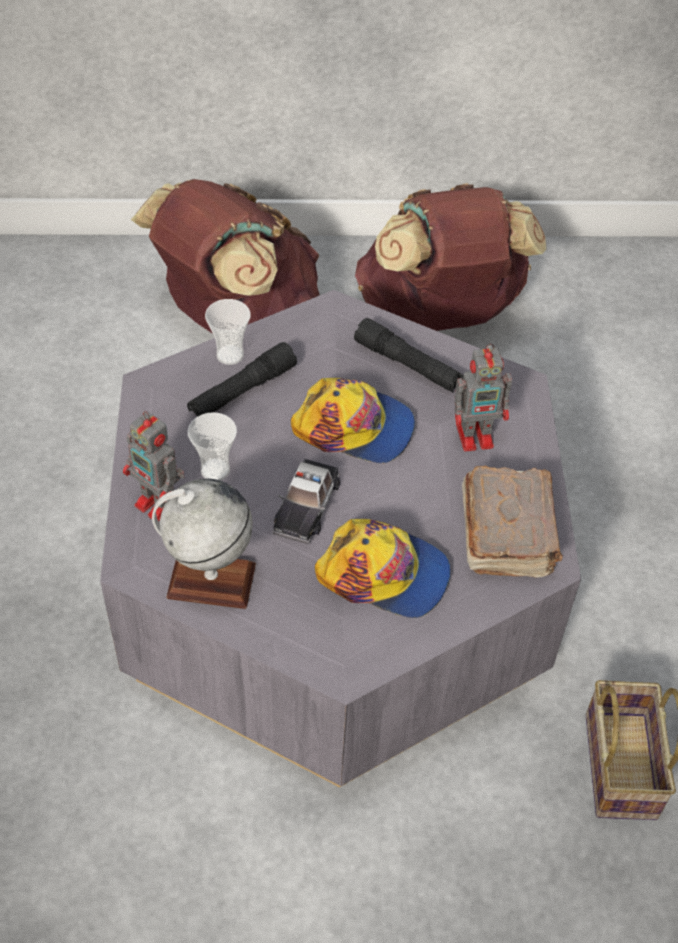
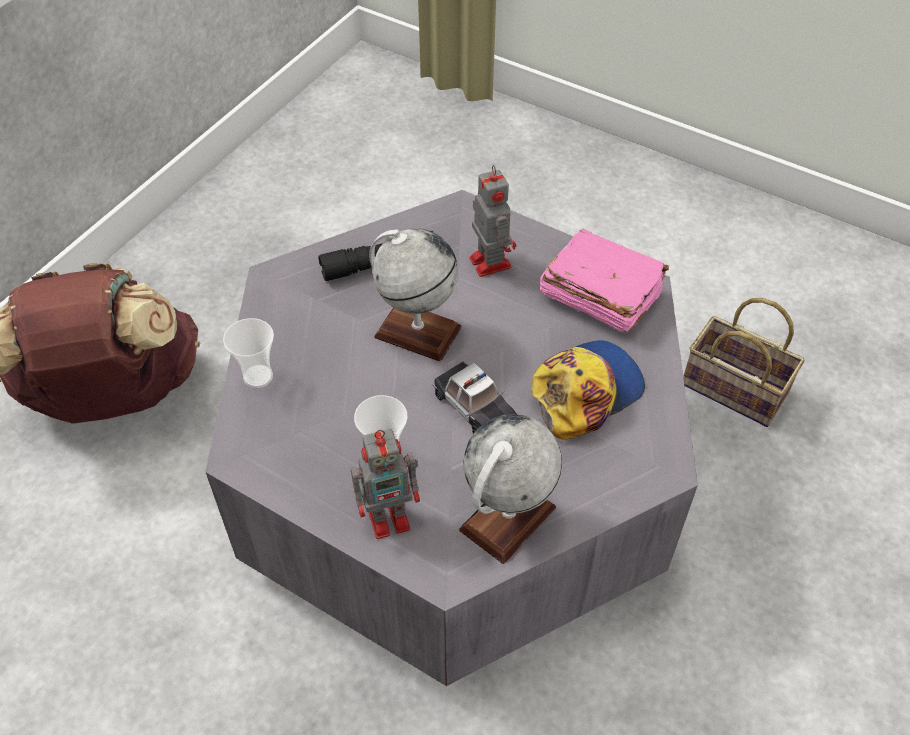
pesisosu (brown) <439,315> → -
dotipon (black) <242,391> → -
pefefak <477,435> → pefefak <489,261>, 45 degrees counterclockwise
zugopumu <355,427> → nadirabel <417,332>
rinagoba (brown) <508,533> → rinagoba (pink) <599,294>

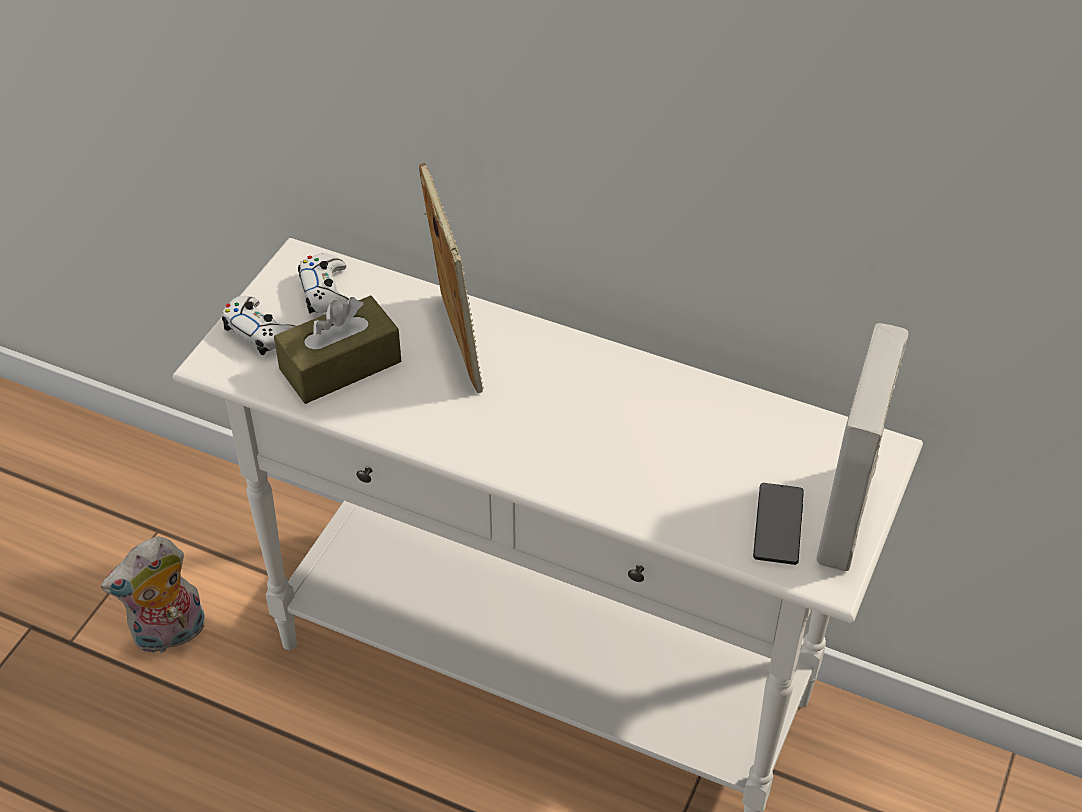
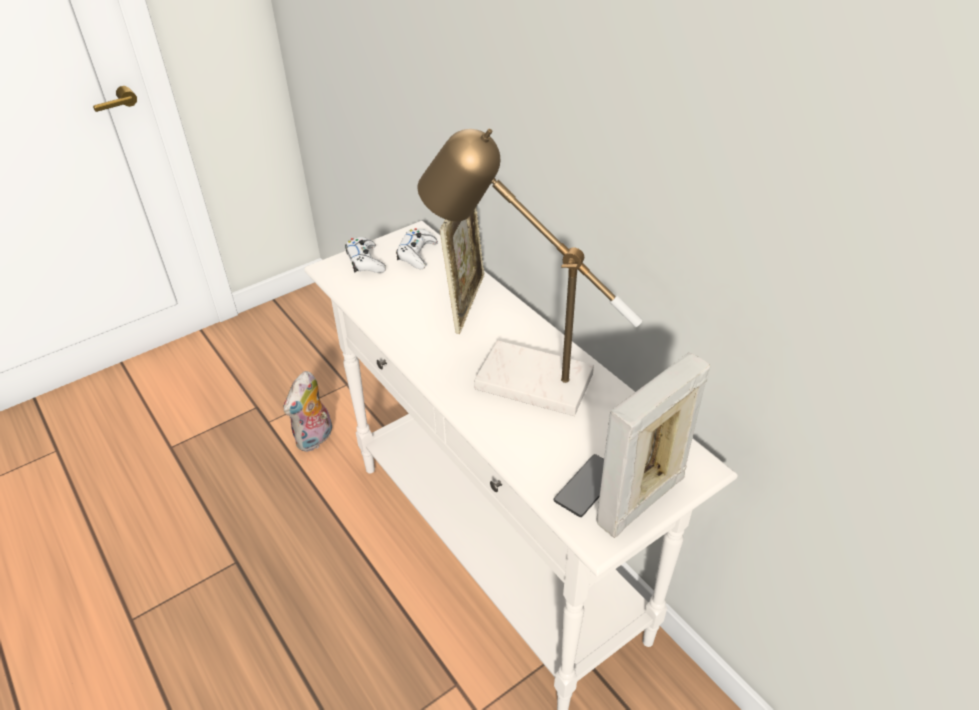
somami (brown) <340,365> → -
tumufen <169,635> → tumufen <315,439>, 60 degrees counterclockwise
- → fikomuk <518,378>

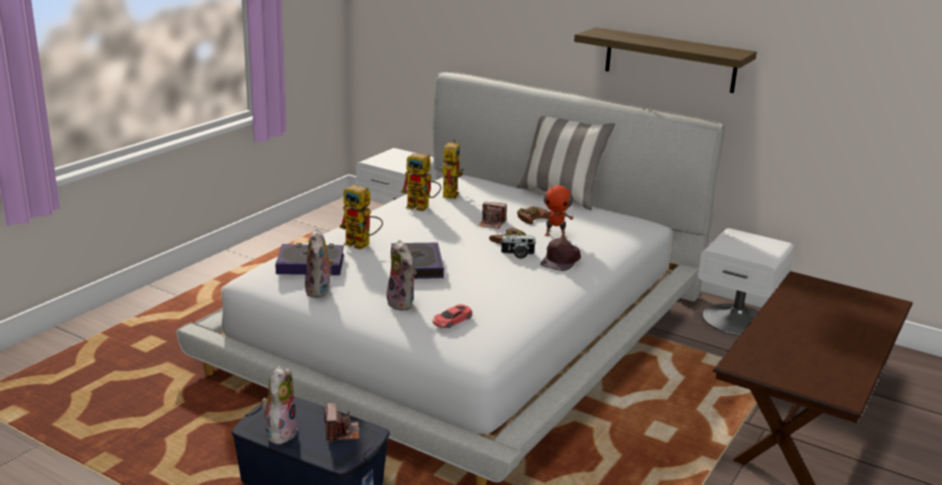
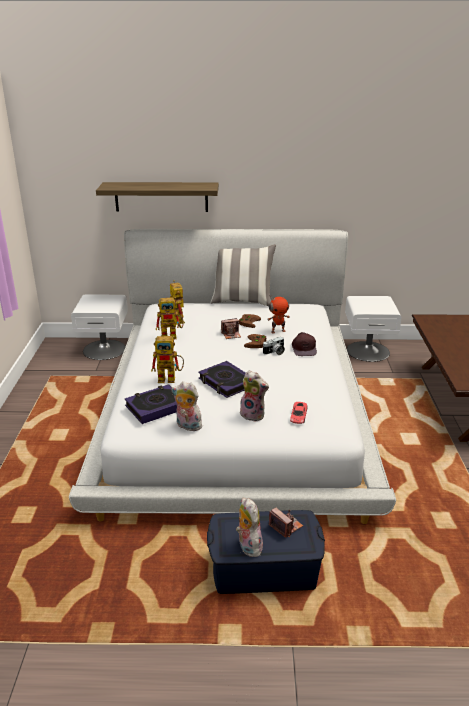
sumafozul <670,60> → sumafozul <161,197>, moved
tumufen <319,291> → tumufen <187,426>, 150 degrees clockwise

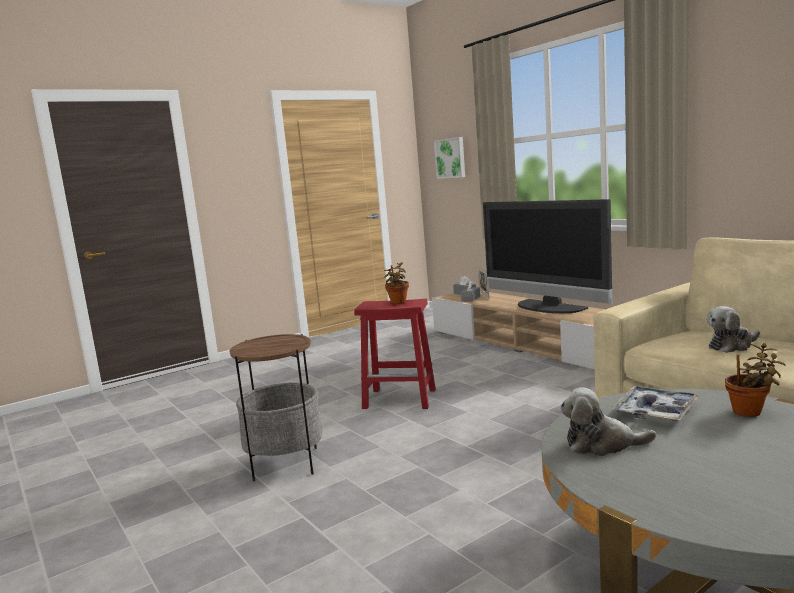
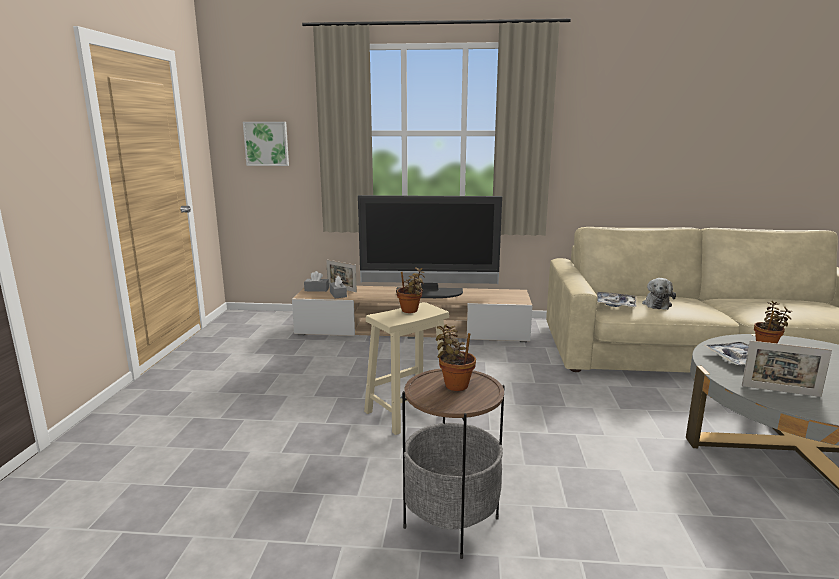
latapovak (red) <401,399> → latapovak (beige) <409,411>
tumufen <601,444> → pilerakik <780,391>
- → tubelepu <615,304>
- → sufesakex <454,384>

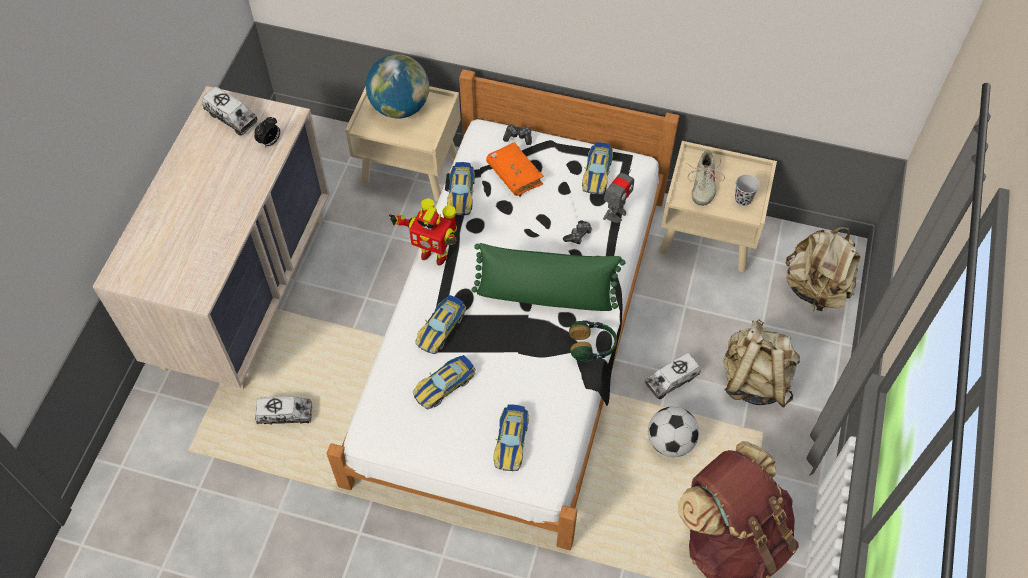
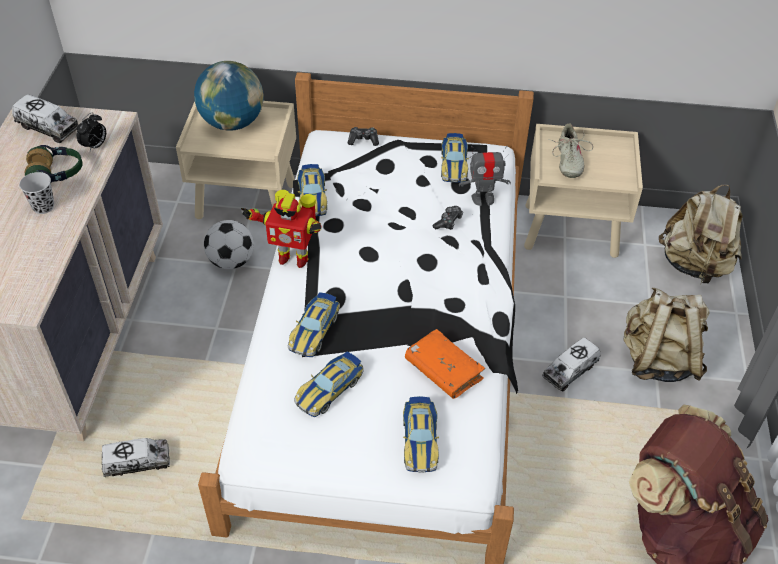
rinagoba (orange) <514,174> → rinagoba (orange) <443,370>, moved
pefefak <616,214> → pefefak <483,199>, 60 degrees clockwise
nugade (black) <743,199> → nugade (black) <43,207>, moved
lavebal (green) <545,295> → -
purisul <592,346> → purisul <57,174>, moved
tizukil <670,442> → tizukil <231,261>, moved

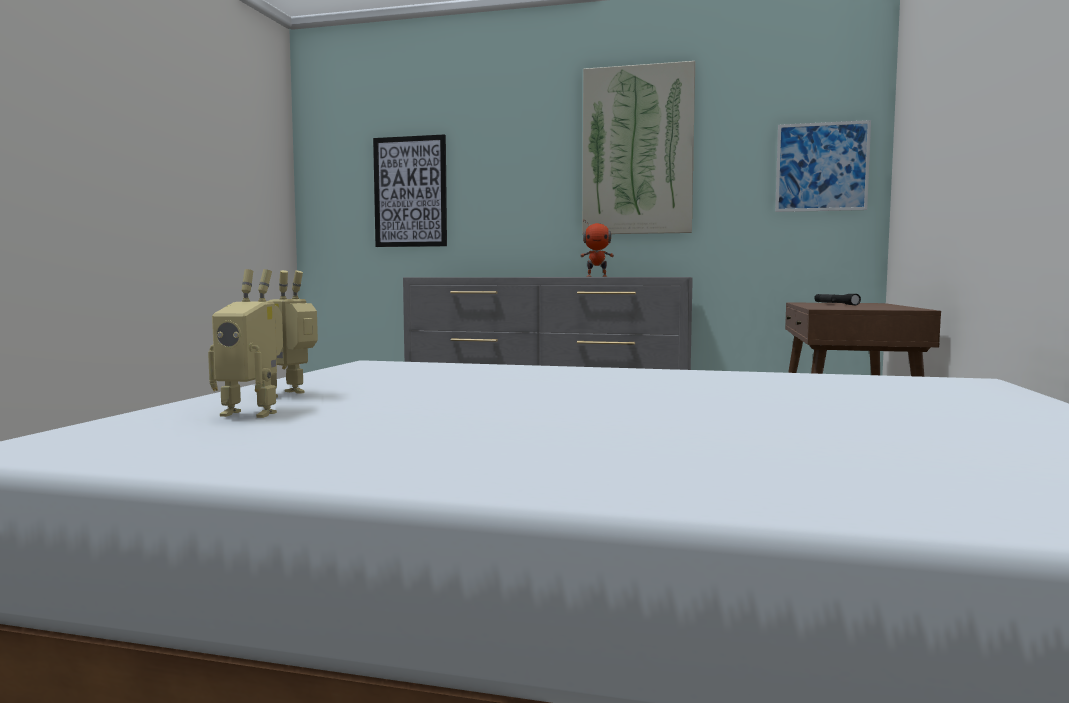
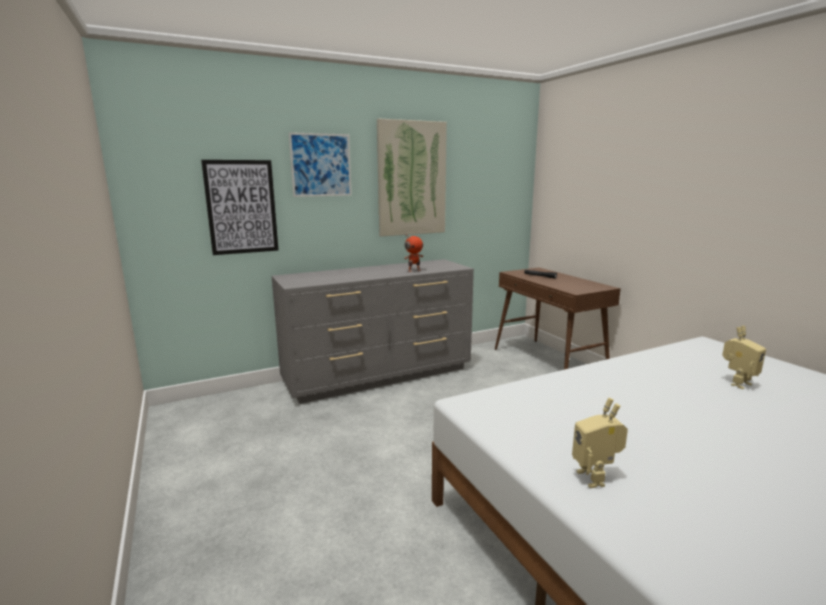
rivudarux <822,167> → rivudarux <321,165>, moved
pefefak <253,412> → pefefak <737,383>, moved

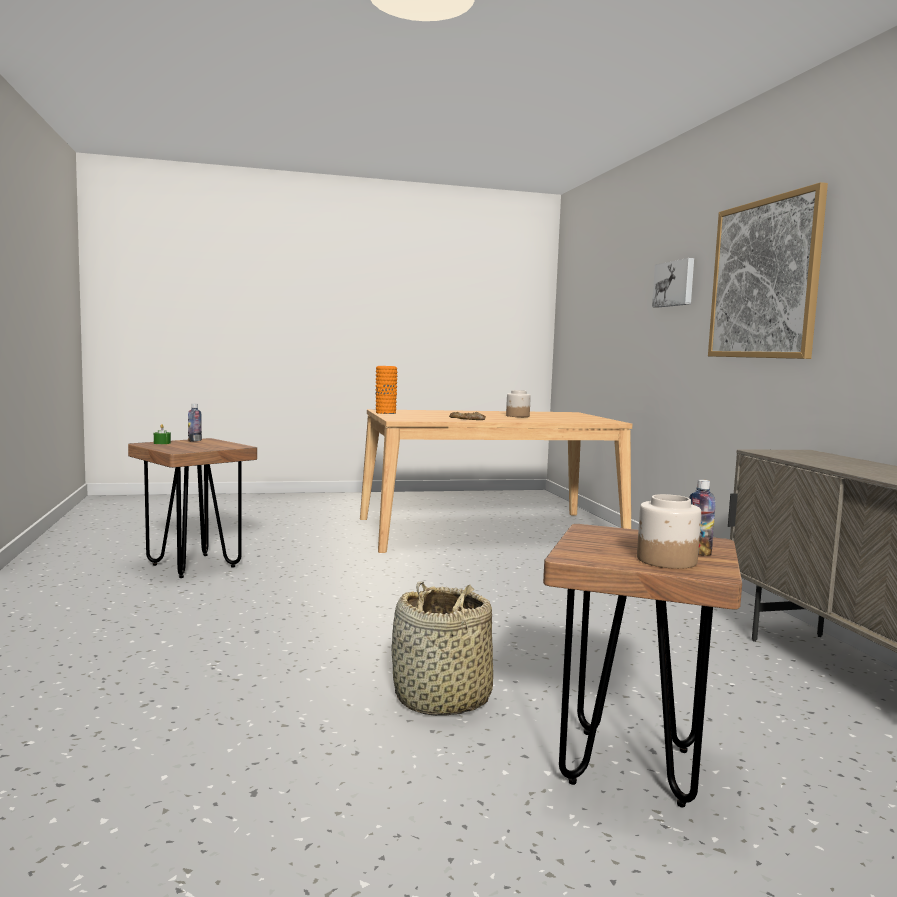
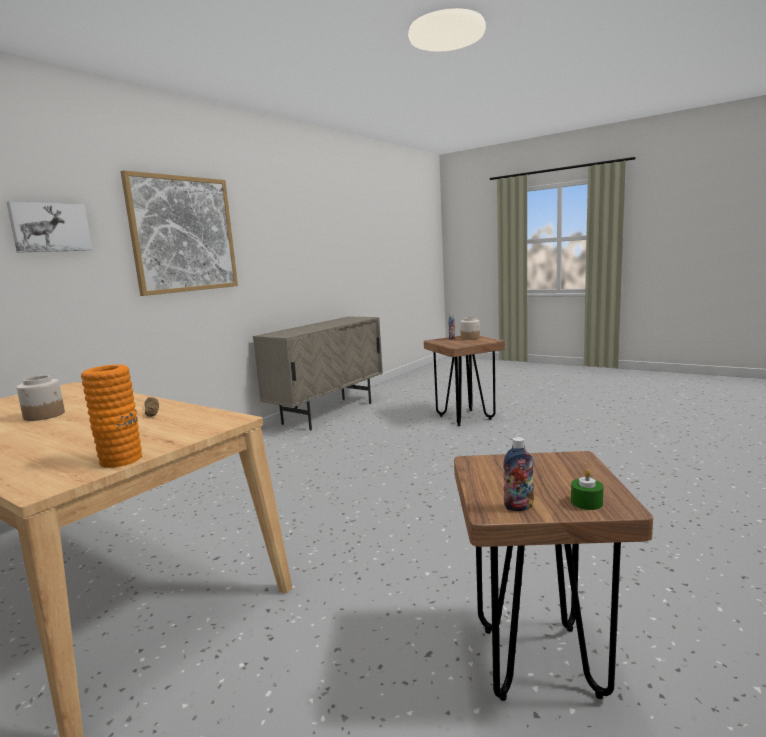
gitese <442,699> → -

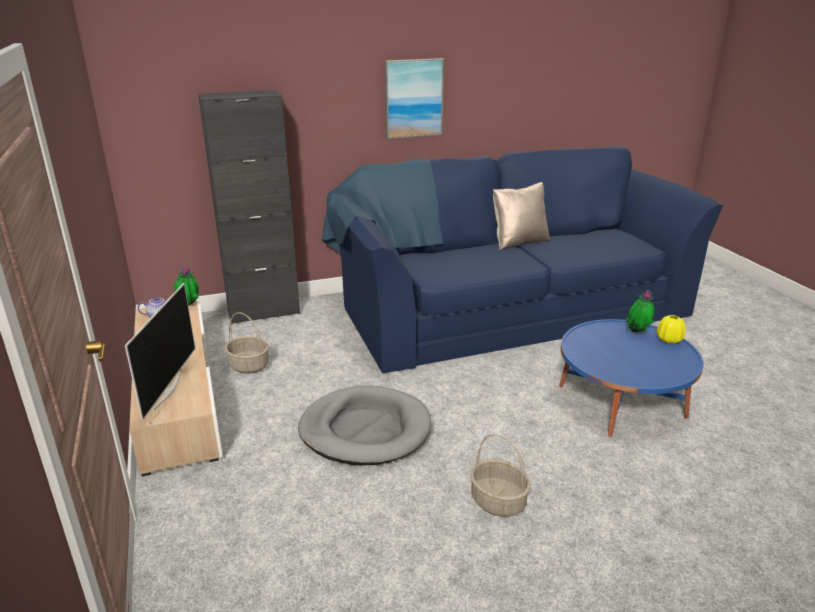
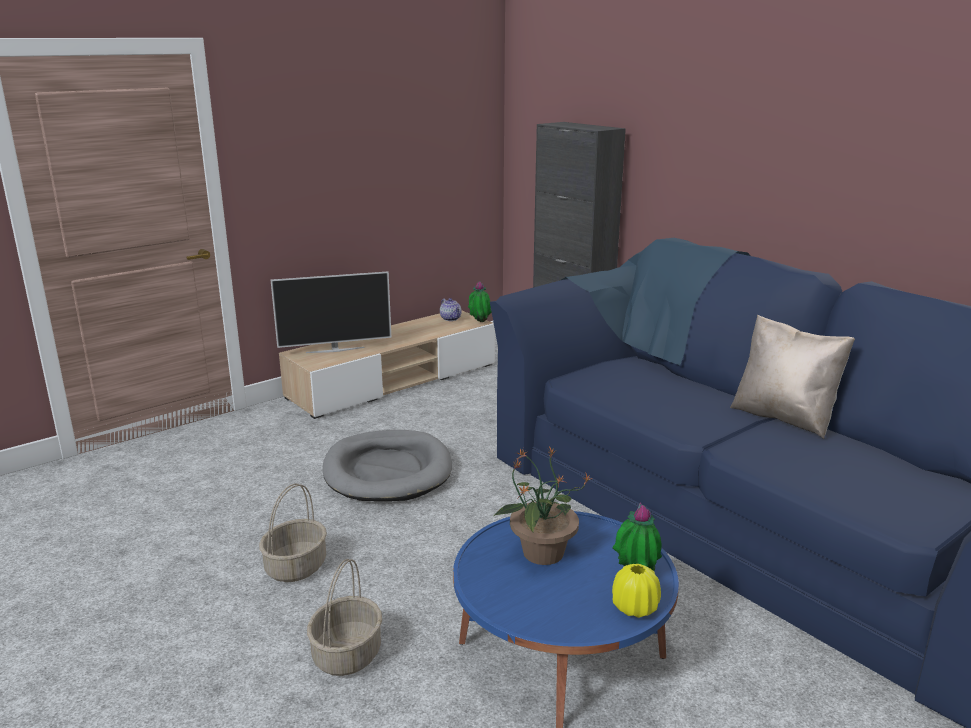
rivudarux <413,98> → -
gitese <248,366> → gitese <347,654>, moved
- → sufesakex <541,553>

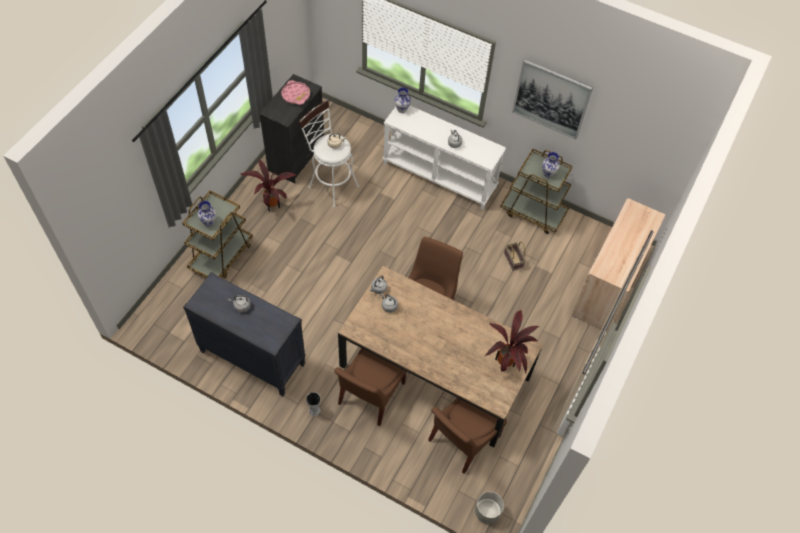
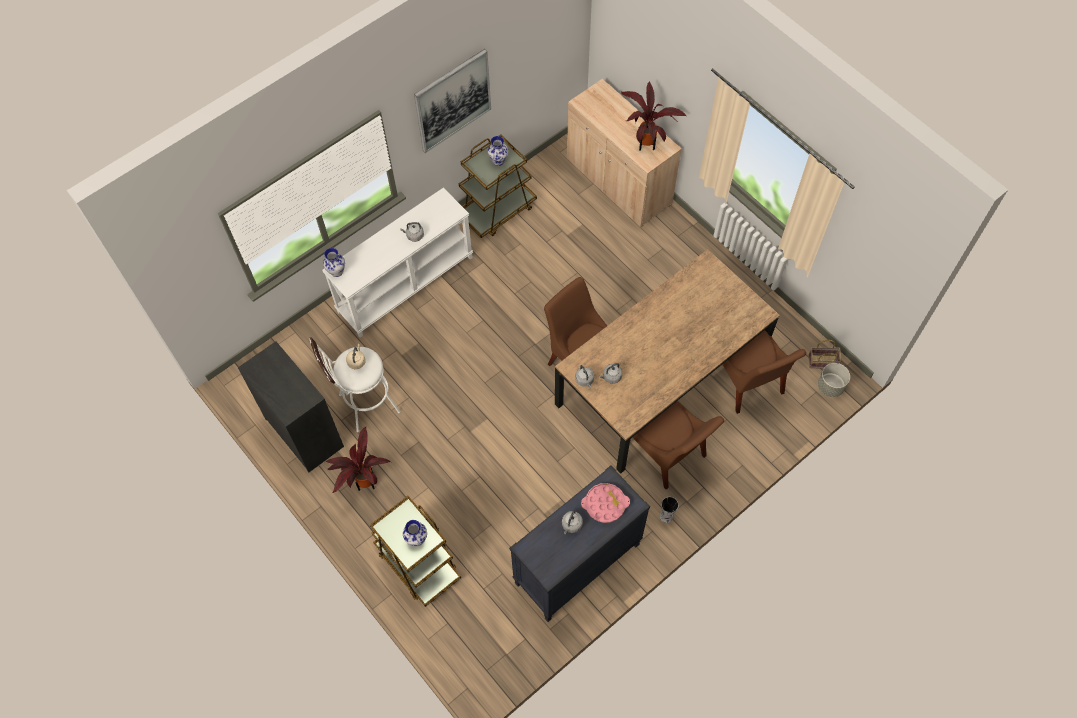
tubelepu (pink) <296,95> → tubelepu (pink) <605,504>, moved
gitese <514,260> → gitese <823,361>, moved
sufesakex <507,363> → sufesakex <647,142>, moved

